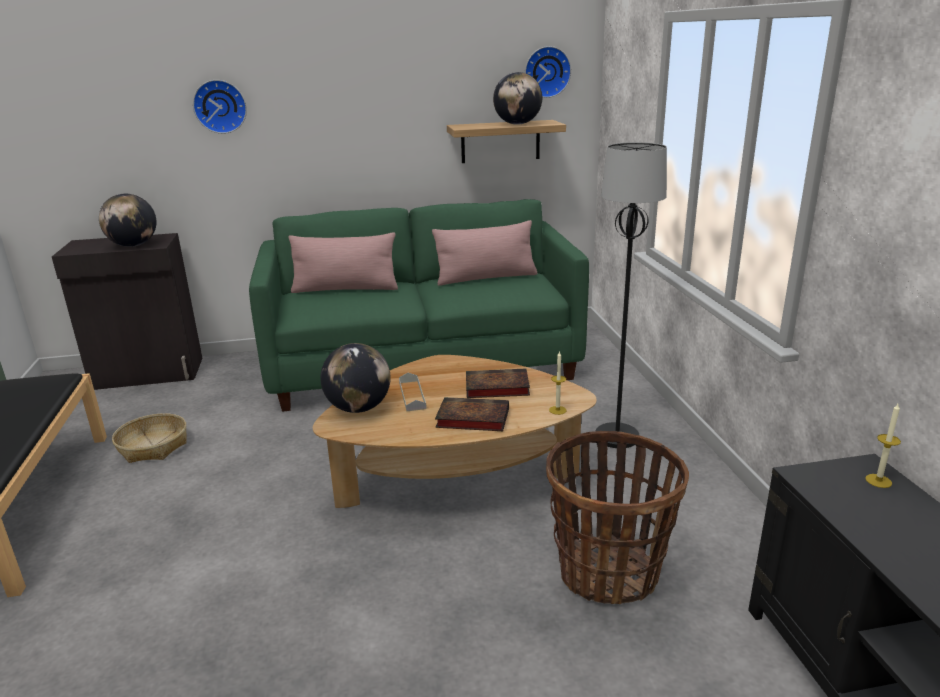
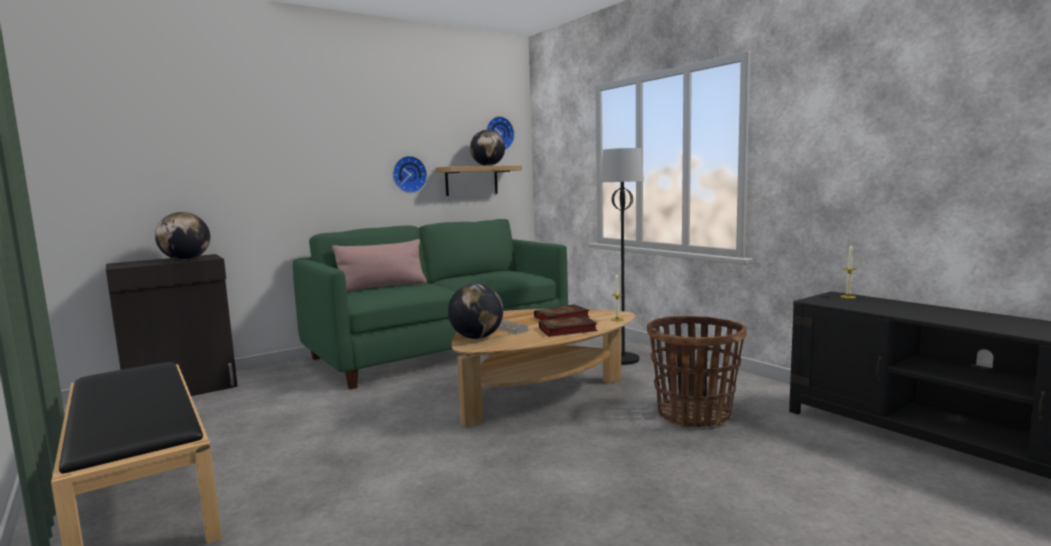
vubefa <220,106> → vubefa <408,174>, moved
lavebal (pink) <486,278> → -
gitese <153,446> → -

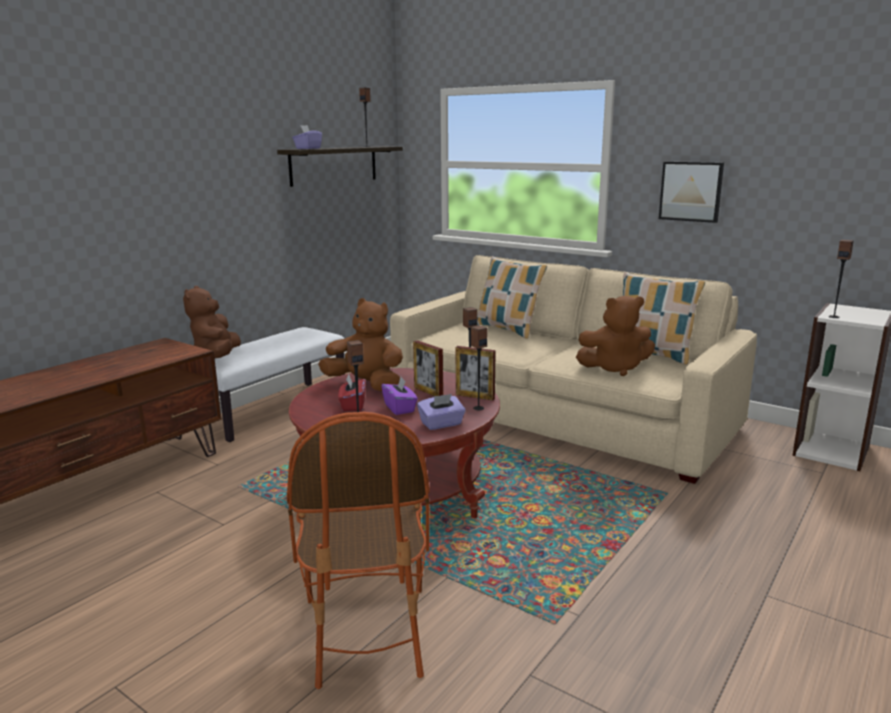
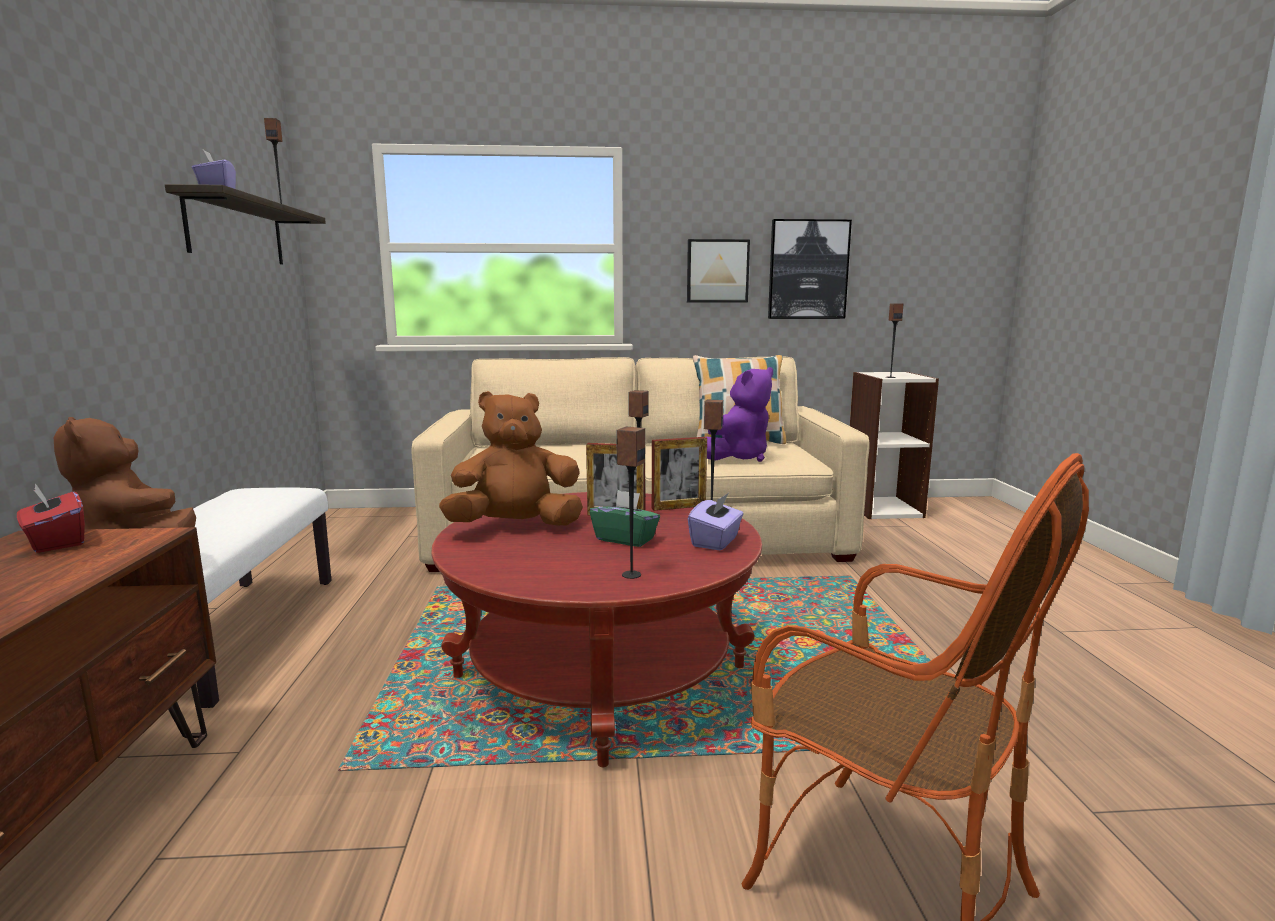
lavebal <507,329> → -
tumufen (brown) <615,368> → tumufen (purple) <738,457>
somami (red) <353,405> → somami (red) <56,542>, moved
somami (purple) <400,408> → somami (green) <625,539>
- → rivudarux <808,270>

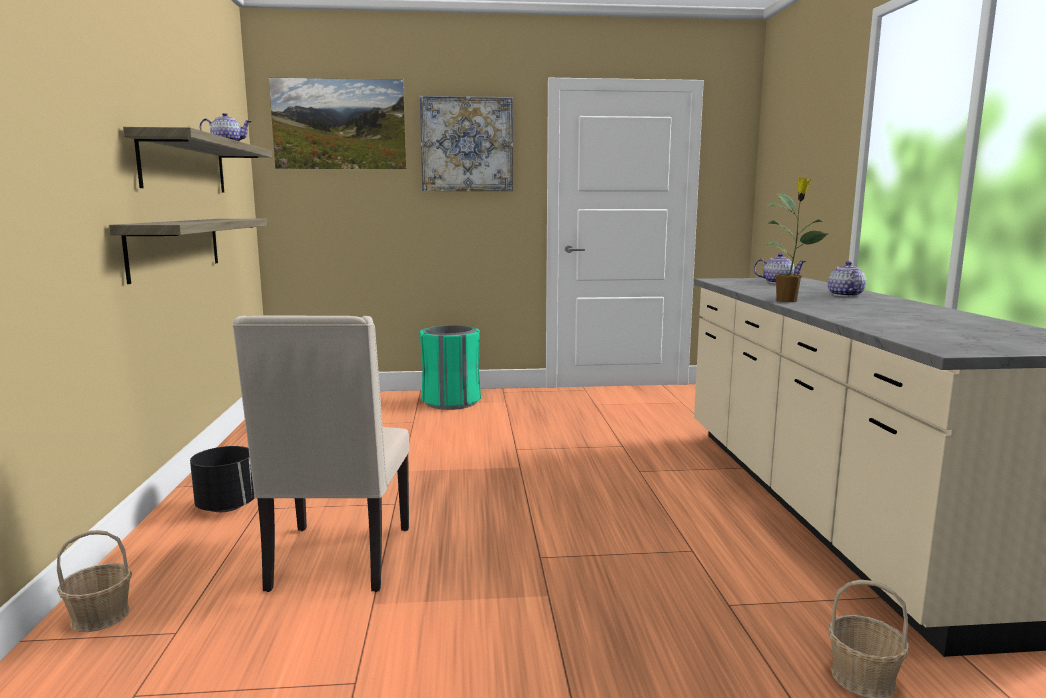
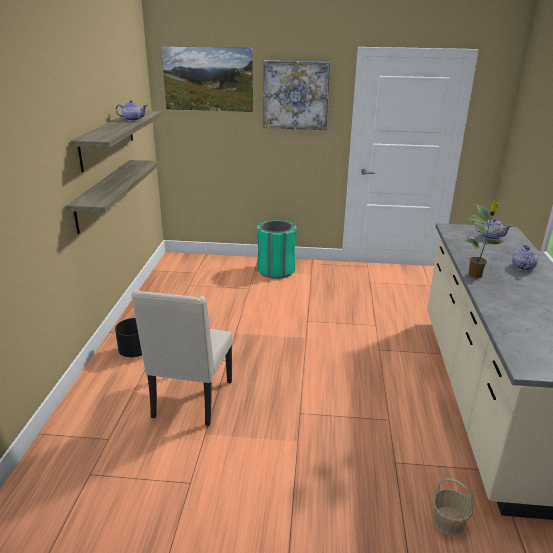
gitese <100,616> → -

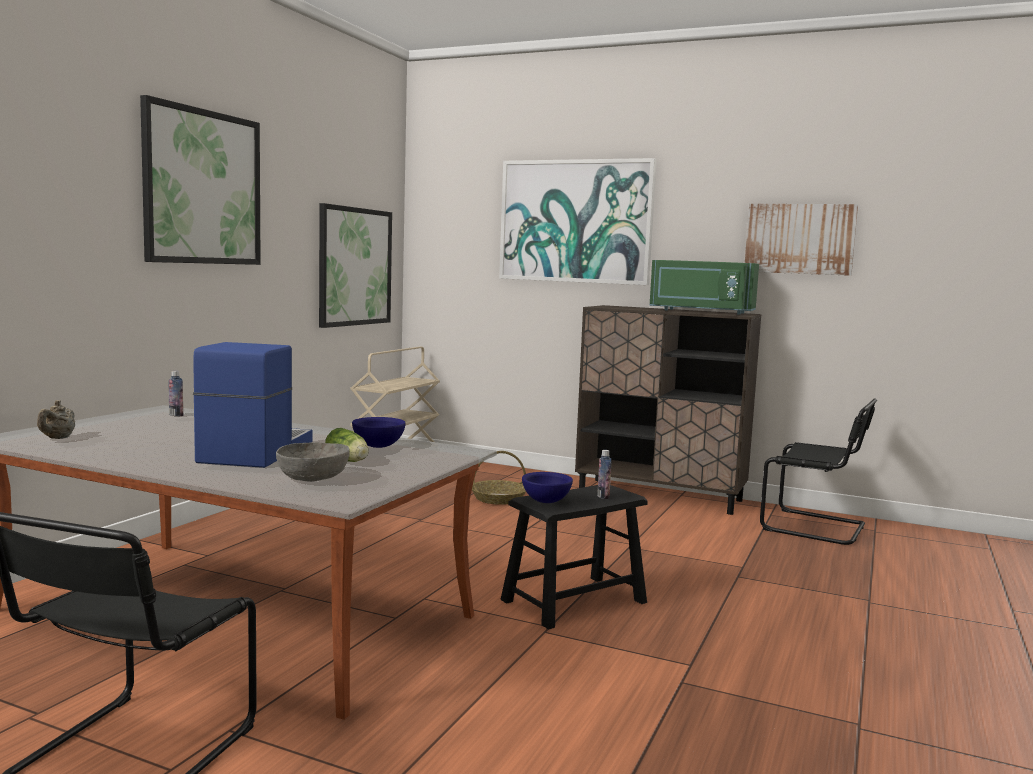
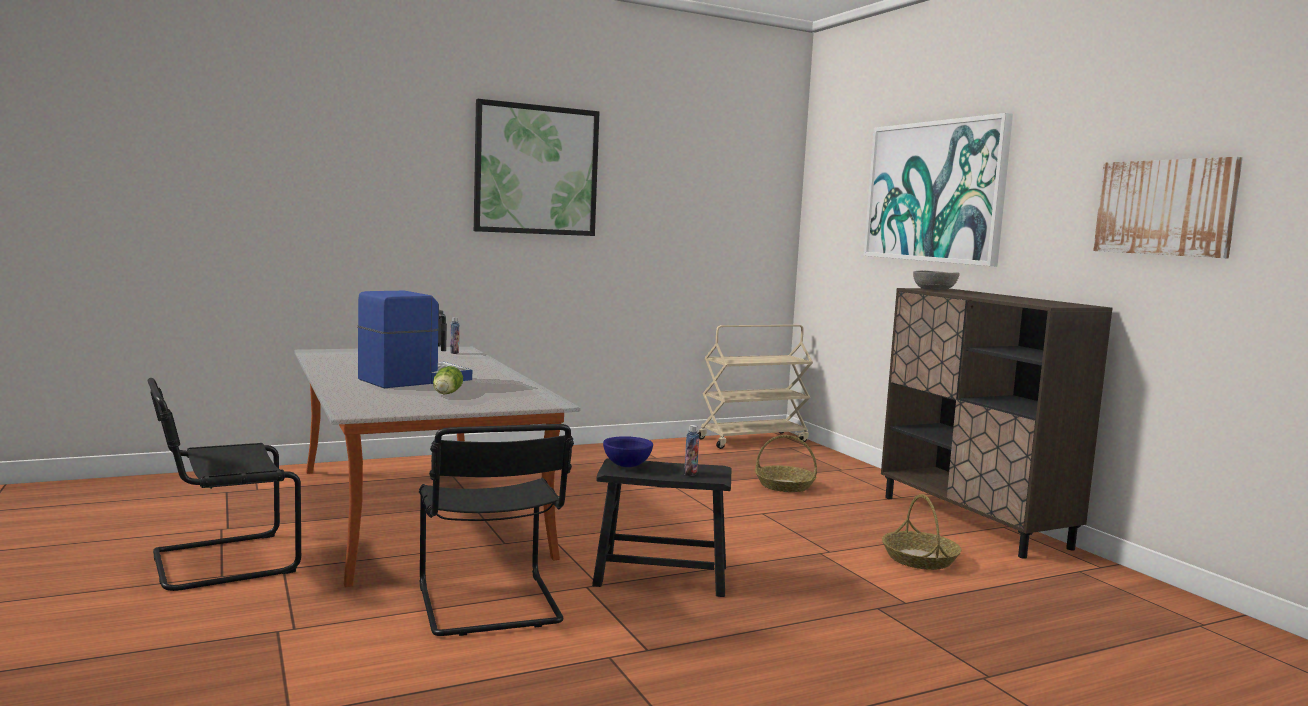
rivudarux <355,266> → -
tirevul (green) <701,311> → -
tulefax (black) <817,528> → tulefax (black) <490,606>, moved
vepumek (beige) <57,438> → -
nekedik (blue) <379,446> → -
nekedik (grey) <313,477> → nekedik (grey) <934,289>, moved
- → gitese <920,559>

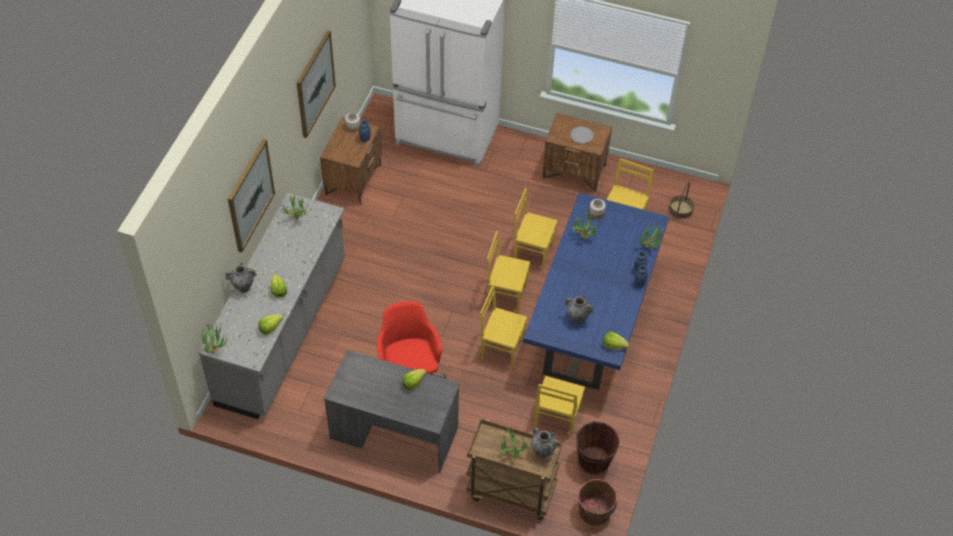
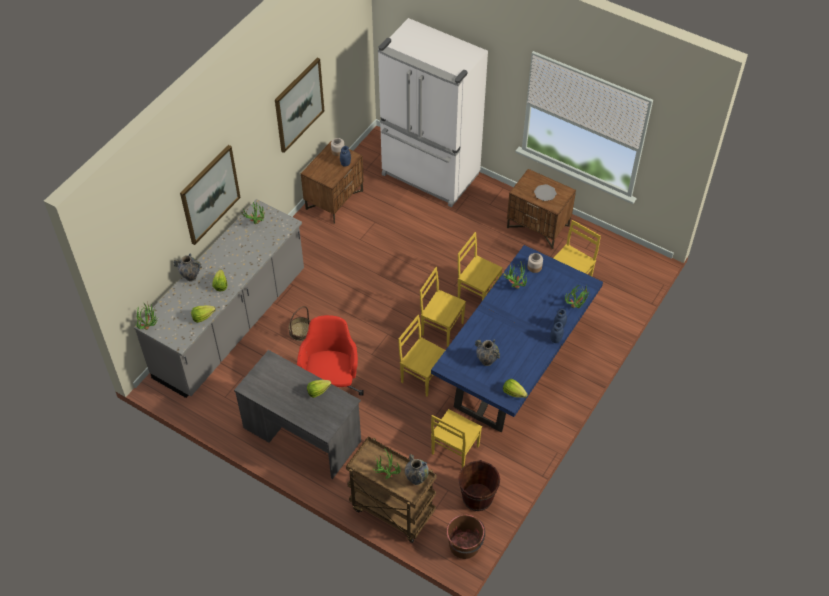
gitese <680,209> → gitese <300,331>, moved

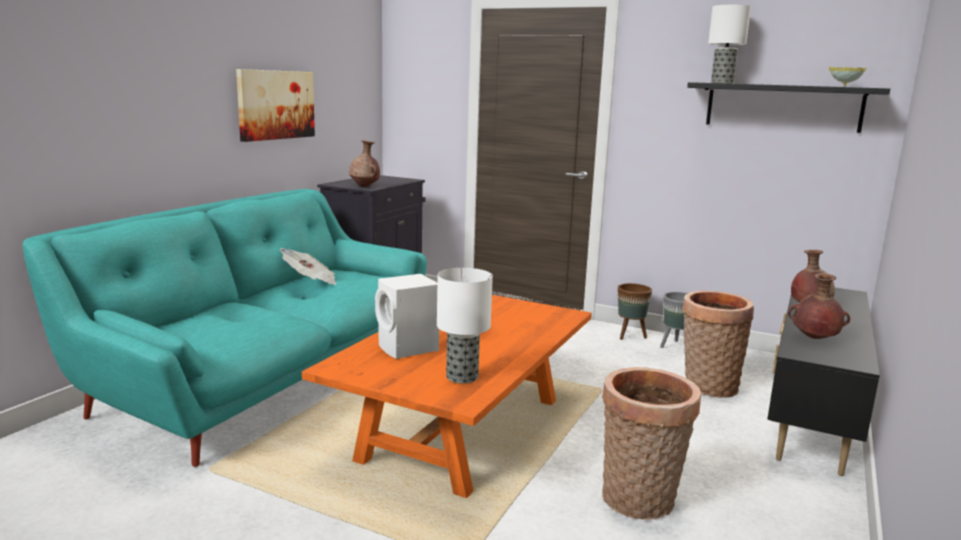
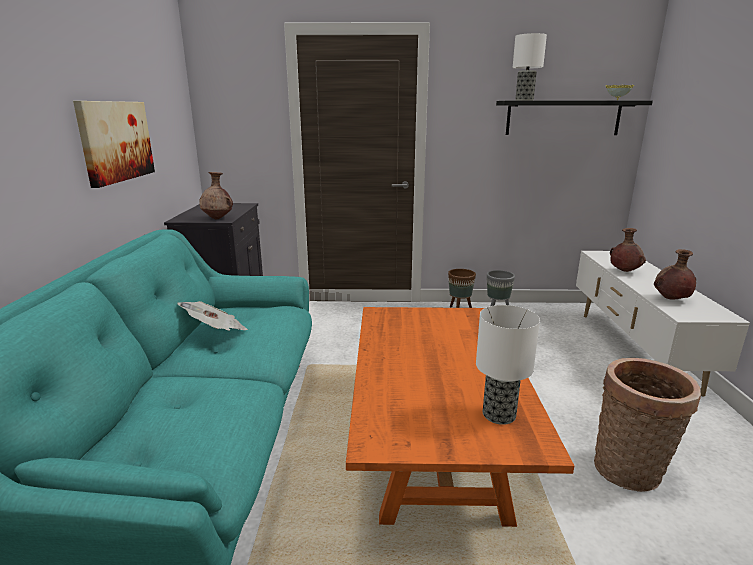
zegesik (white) <408,349> → -
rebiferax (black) <810,416> → rebiferax (white) <633,350>
gitese <707,386> → -

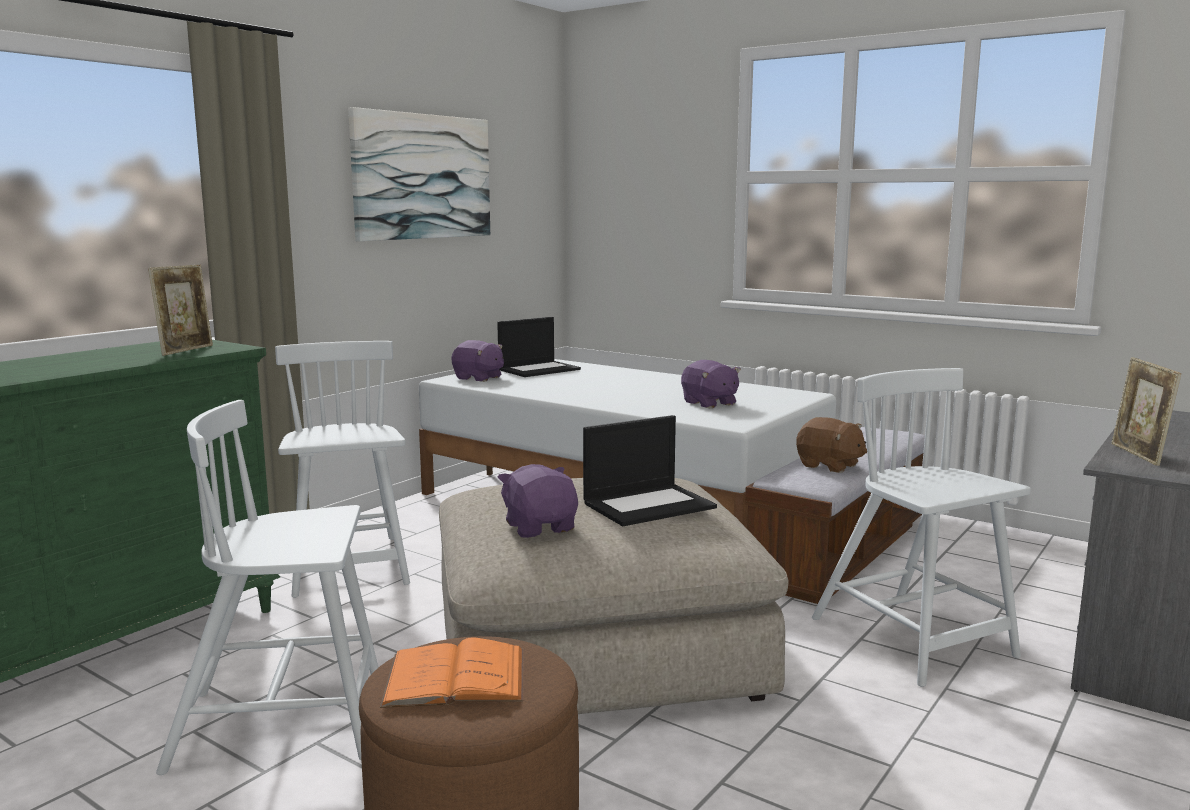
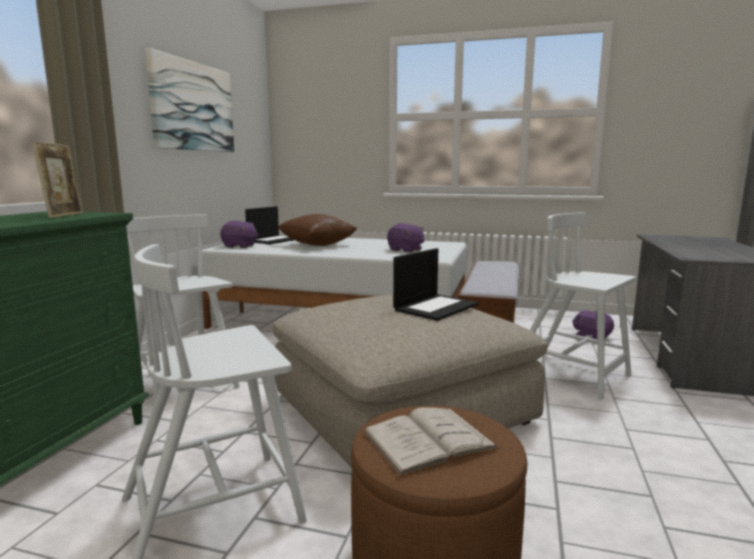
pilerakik <1138,455> → -
tumufen (brown) <829,466> → -
tumufen (purple) <540,527> → tumufen (purple) <591,337>, moved
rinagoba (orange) <455,677> → rinagoba (white) <428,440>
- → lavebal (brown) <317,245>

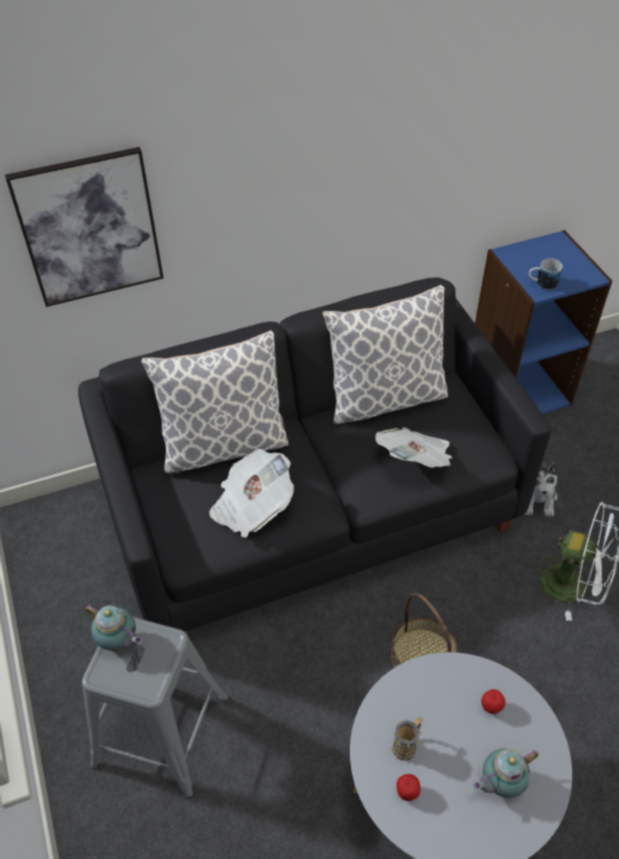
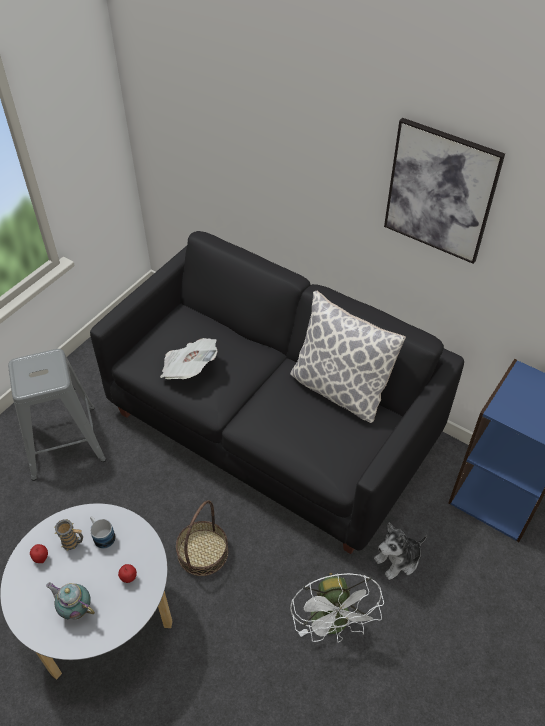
rivudarux <89,228> → rivudarux <440,191>, moved
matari <542,283> → matari <102,535>, moved
lavebal <223,444> → -
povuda <415,460> → -
vepumek <119,642> → -

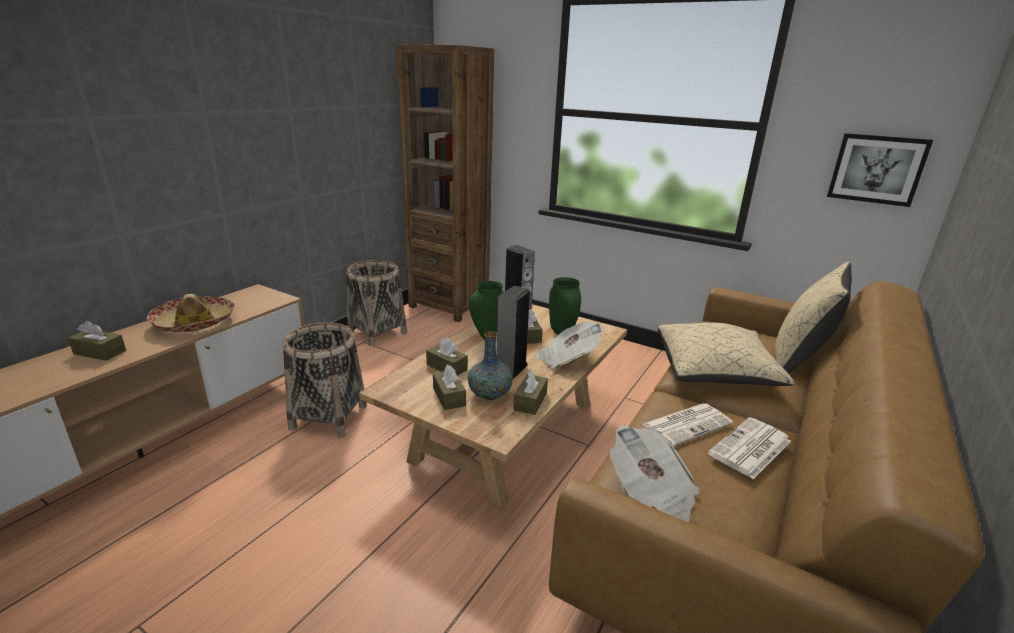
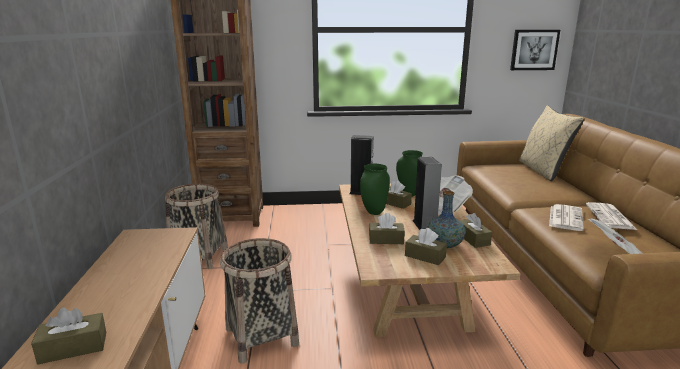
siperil <194,322> → -
lavebal (beige) <715,372> → -

